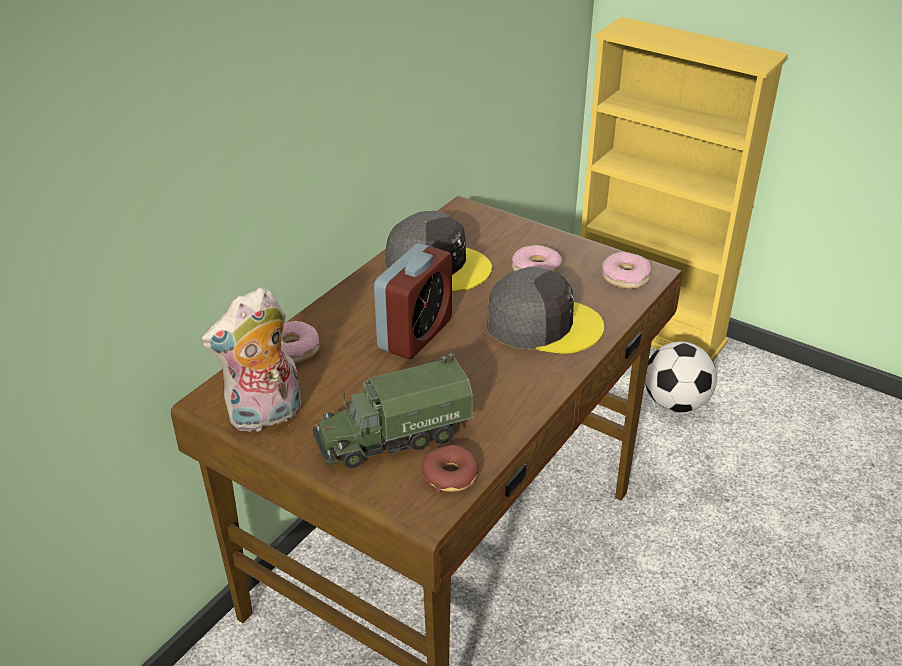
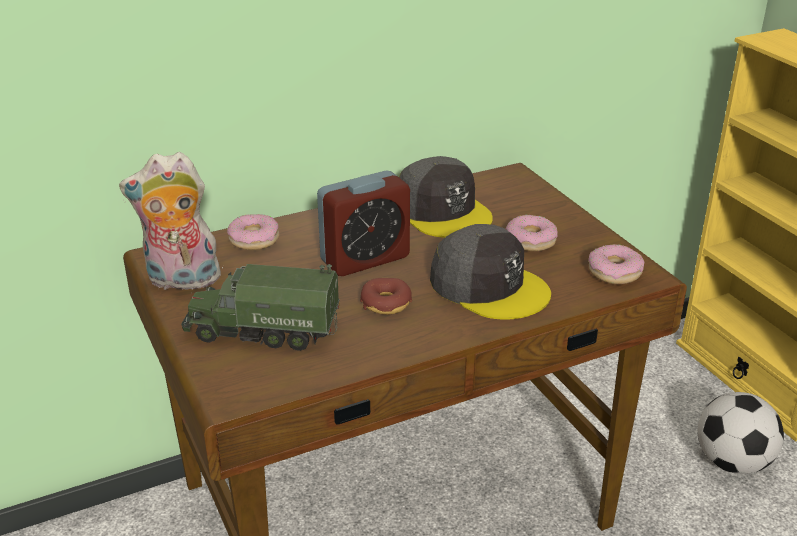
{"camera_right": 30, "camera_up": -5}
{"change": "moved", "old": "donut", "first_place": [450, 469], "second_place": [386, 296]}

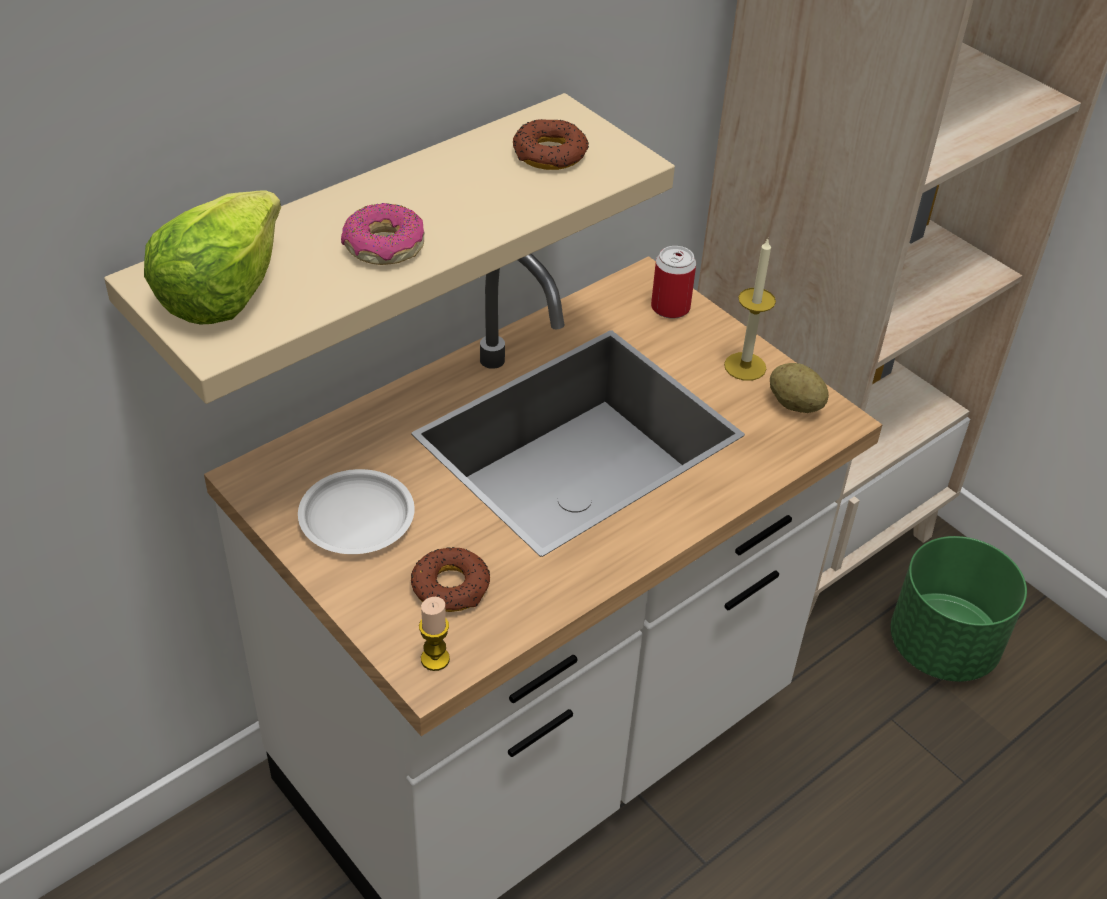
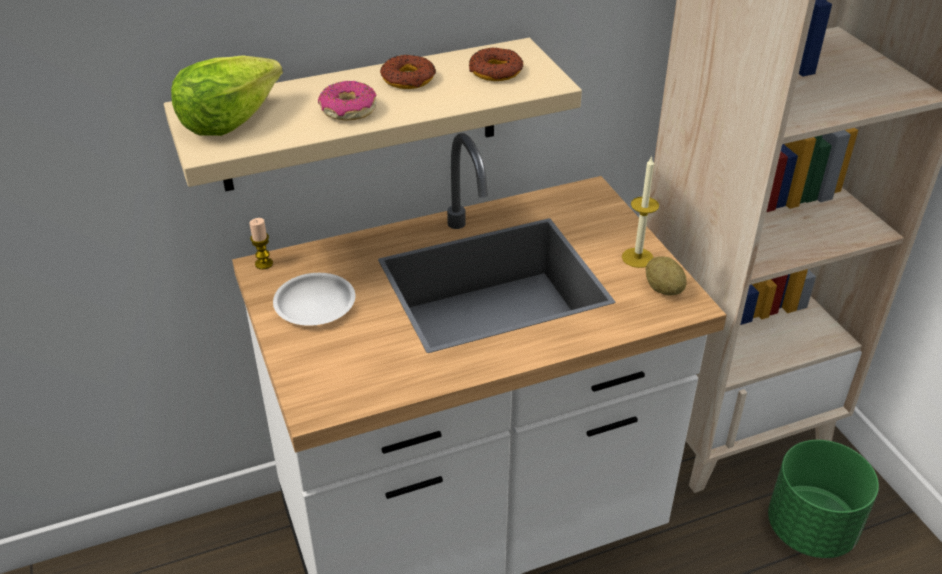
{"camera_right": 20, "camera_up": -5}
{"change": "moved", "old": "donut", "first_place": [450, 579], "second_place": [408, 72]}
{"change": "moved", "old": "candle", "first_place": [434, 634], "second_place": [261, 244]}
{"change": "removed", "old": "can", "first_place": [673, 282]}

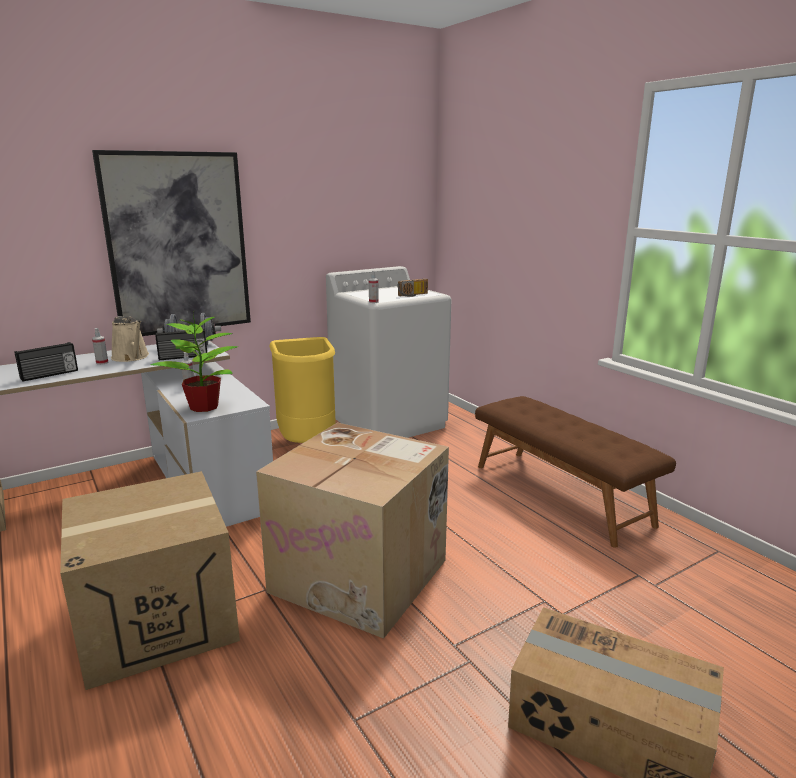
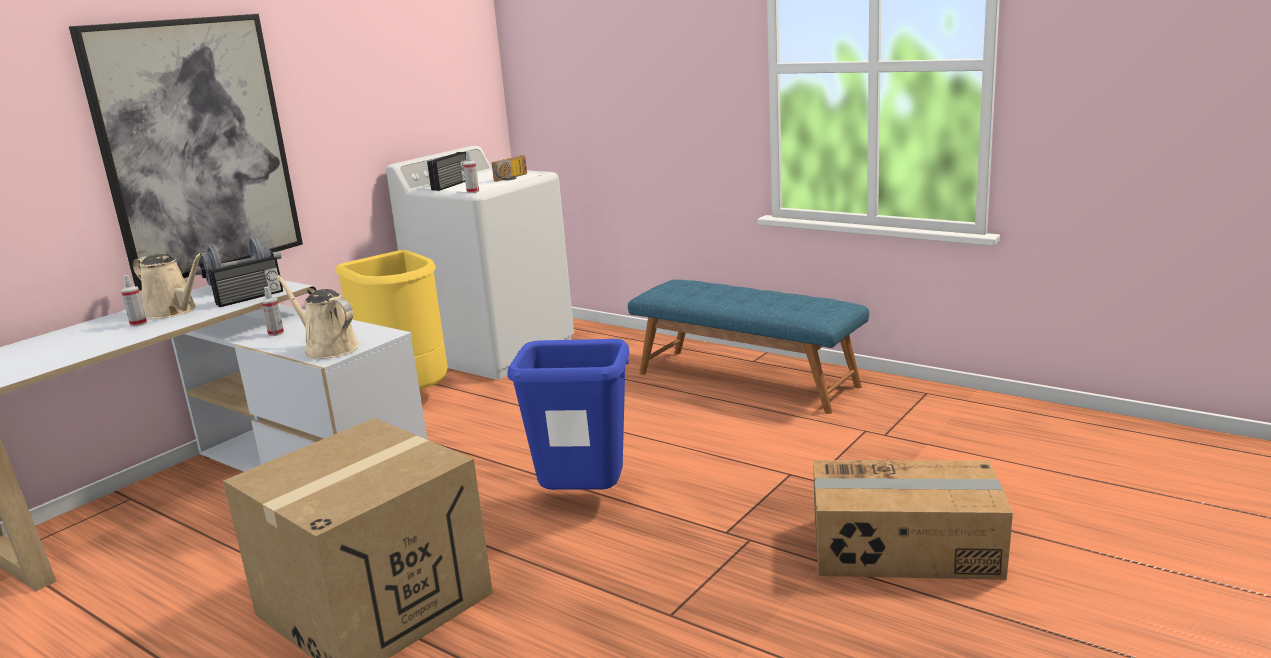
{"camera_right": -20, "camera_up": 0}
{"change": "moved", "old": "radio", "first_place": [46, 361], "second_place": [446, 171]}
{"change": "replaced", "old": "potted plant", "new": "watering can (beige)", "first_place": [194, 362], "second_place": [317, 316]}
{"change": "replaced", "old": "cardboard box", "new": "trash can (blue)", "first_place": [352, 530], "second_place": [568, 414]}
{"change": "recoloured", "old": "bench (brown)", "new": "bench (blue)", "first_place": [575, 472], "second_place": [748, 347]}

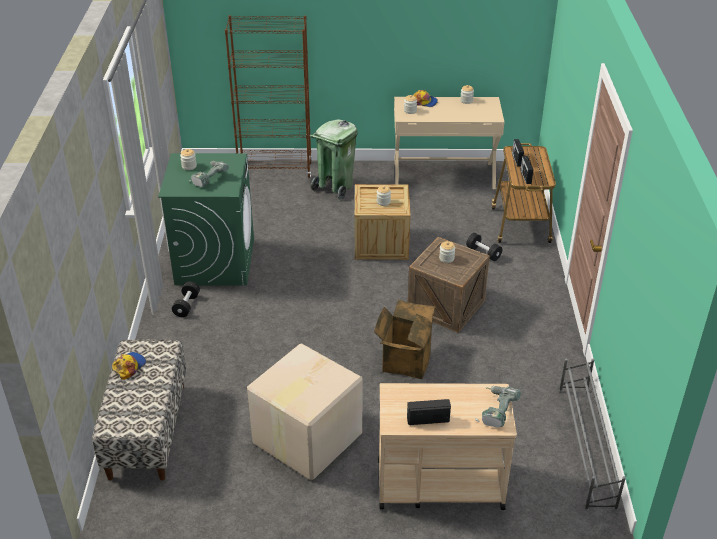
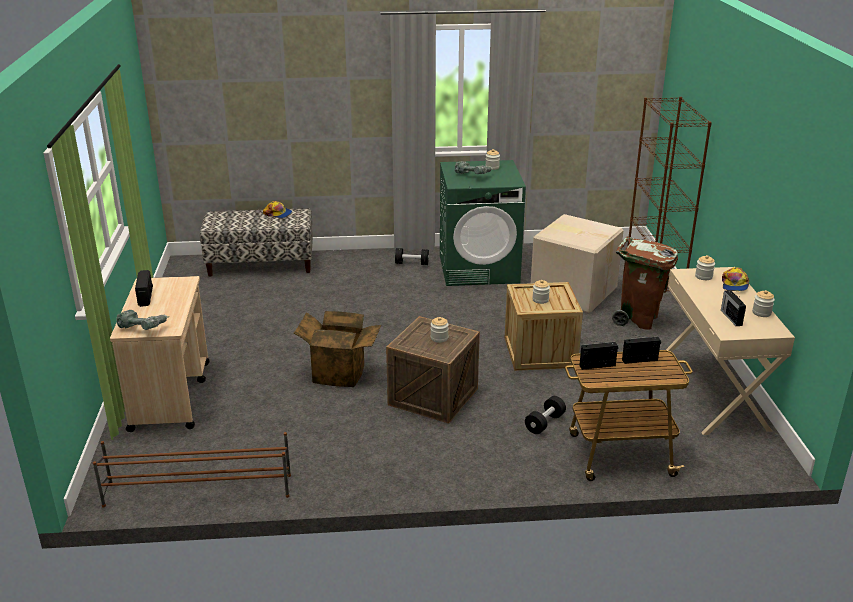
{"camera_right": 85, "camera_up": -10}
{"change": "moved", "old": "cardboard box", "first_place": [304, 412], "second_place": [577, 263]}
{"change": "recoloured", "old": "trash can (green)", "new": "trash can (brown)", "first_place": [334, 160], "second_place": [645, 283]}
{"change": "recoloured", "old": "shoe rack (grey)", "new": "shoe rack (brown)", "first_place": [592, 435], "second_place": [192, 470]}
{"change": "added", "new": "radio", "second_place": [733, 308]}

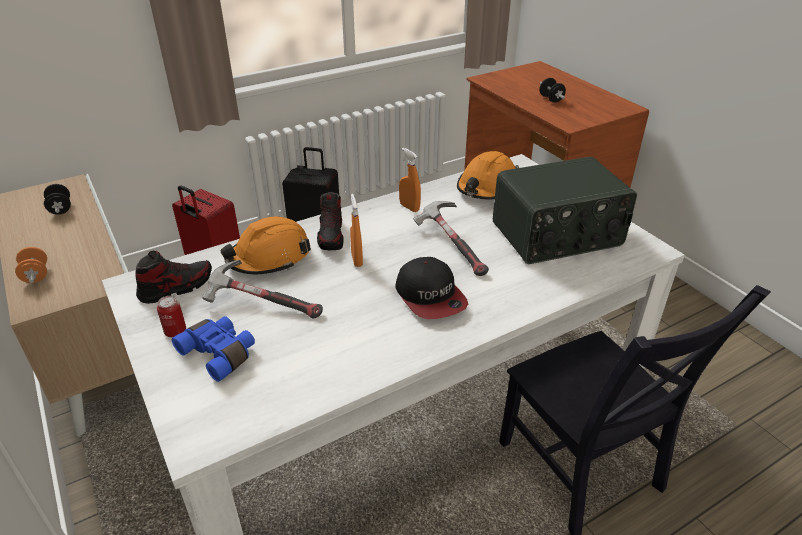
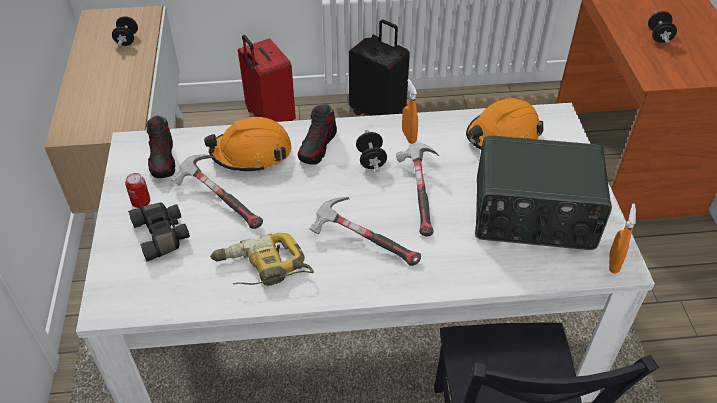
{"camera_right": 25, "camera_up": 10}
{"change": "removed", "old": "dumbbell (orange)", "first_place": [31, 265]}
{"change": "turned", "old": "shoe", "first_place": [173, 277], "second_place": [160, 147], "degrees": 90}
{"change": "recoloured", "old": "binoculars (blue)", "new": "binoculars (black)", "first_place": [213, 349], "second_place": [159, 232]}
{"change": "moved", "old": "spray bottle (orange)", "first_place": [356, 230], "second_place": [622, 239]}
{"change": "replaced", "old": "cap", "new": "hammer", "first_place": [431, 288], "second_place": [365, 231]}
{"change": "added", "new": "power drill", "second_place": [262, 259]}
{"change": "added", "new": "dumbbell (black)", "second_place": [371, 151]}

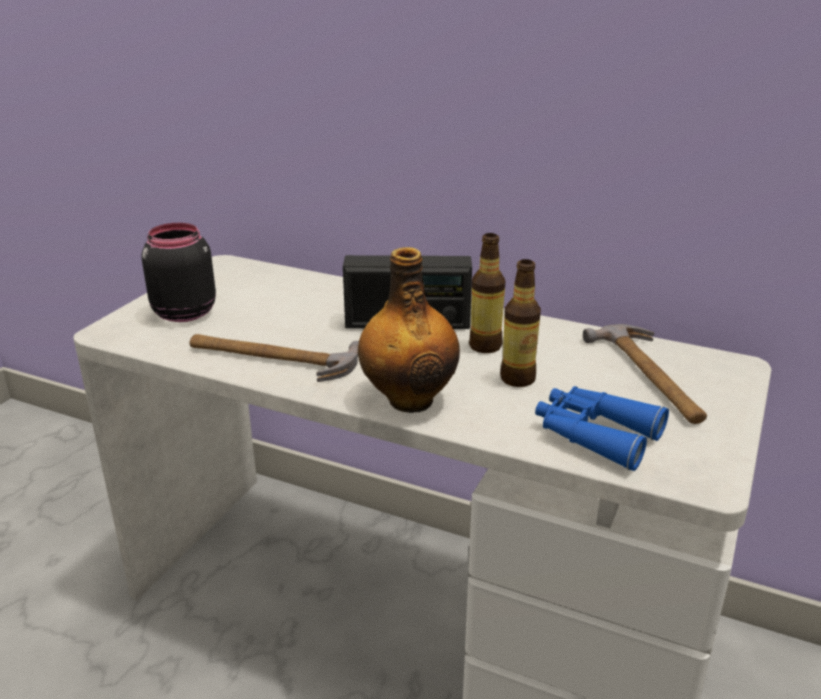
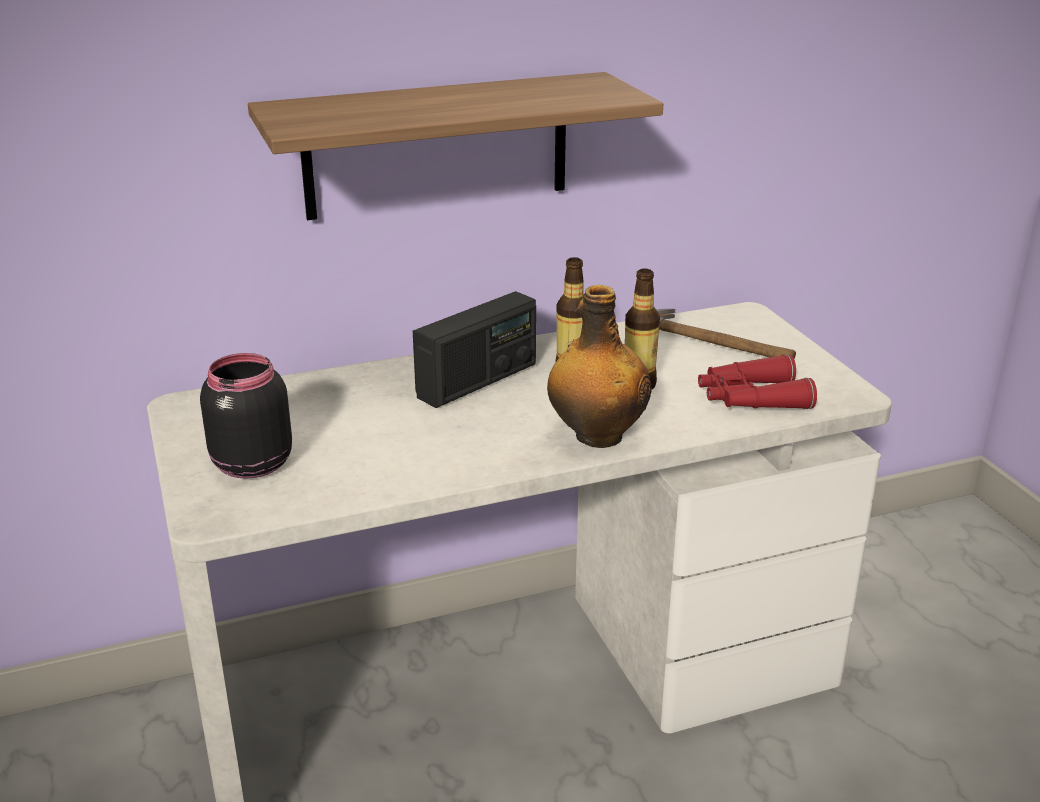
{"camera_right": -45, "camera_up": 0}
{"change": "removed", "old": "hammer", "first_place": [274, 358]}
{"change": "recoloured", "old": "binoculars (blue)", "new": "binoculars (red)", "first_place": [602, 428], "second_place": [757, 381]}
{"change": "added", "new": "shelf", "second_place": [455, 146]}

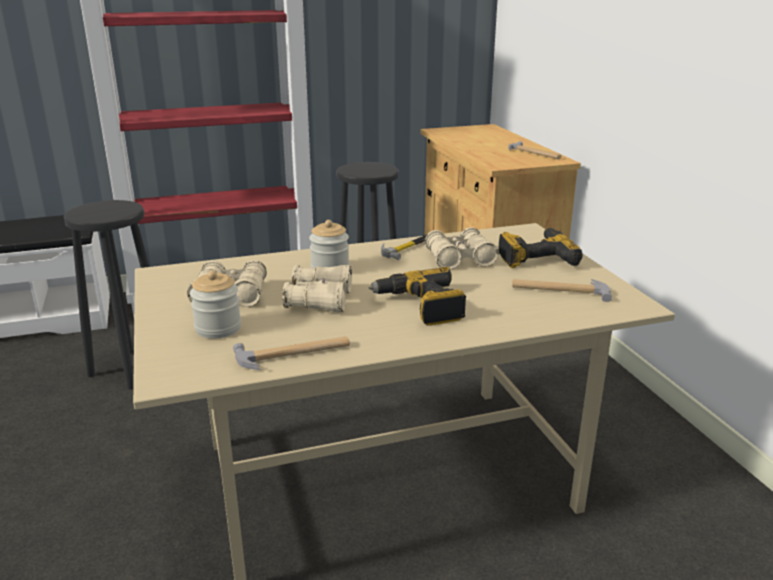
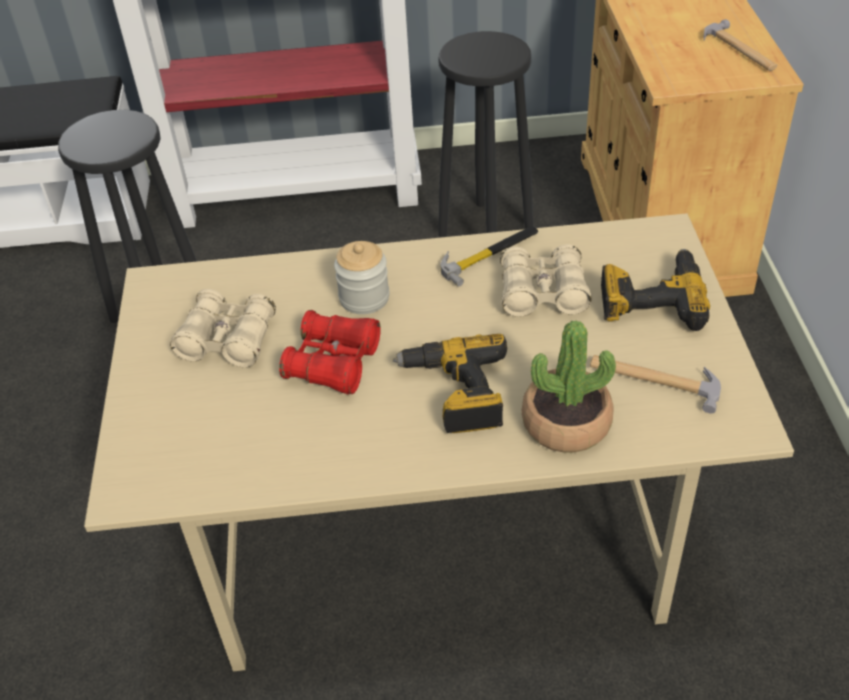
{"camera_right": 15, "camera_up": 20}
{"change": "removed", "old": "jar", "first_place": [215, 305]}
{"change": "removed", "old": "hammer", "first_place": [291, 353]}
{"change": "recoloured", "old": "binoculars (beige)", "new": "binoculars (red)", "first_place": [317, 288], "second_place": [330, 352]}
{"change": "added", "new": "potted plant", "second_place": [569, 386]}

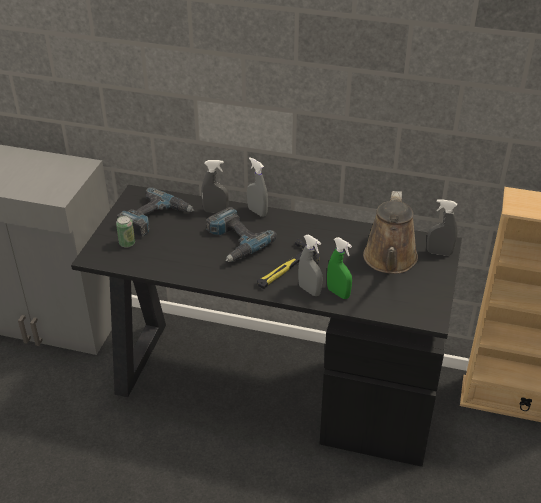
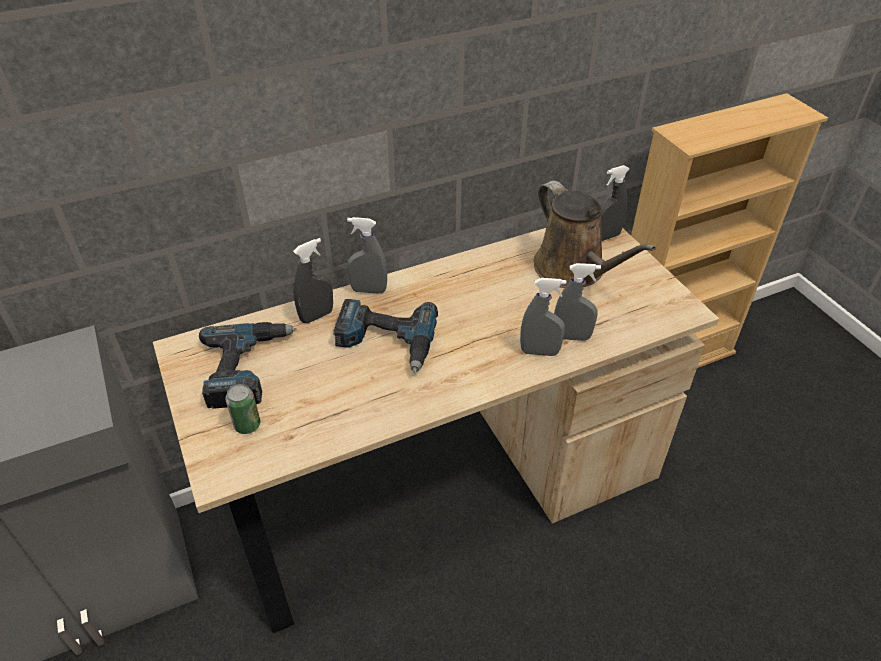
{"camera_right": -40, "camera_up": 5}
{"change": "recoloured", "old": "desk (black)", "new": "desk (beige)", "first_place": [266, 326], "second_place": [436, 430]}
{"change": "removed", "old": "hammer", "first_place": [288, 264]}
{"change": "recoloured", "old": "spray bottle (green)", "new": "spray bottle (grey)", "first_place": [339, 268], "second_place": [577, 302]}

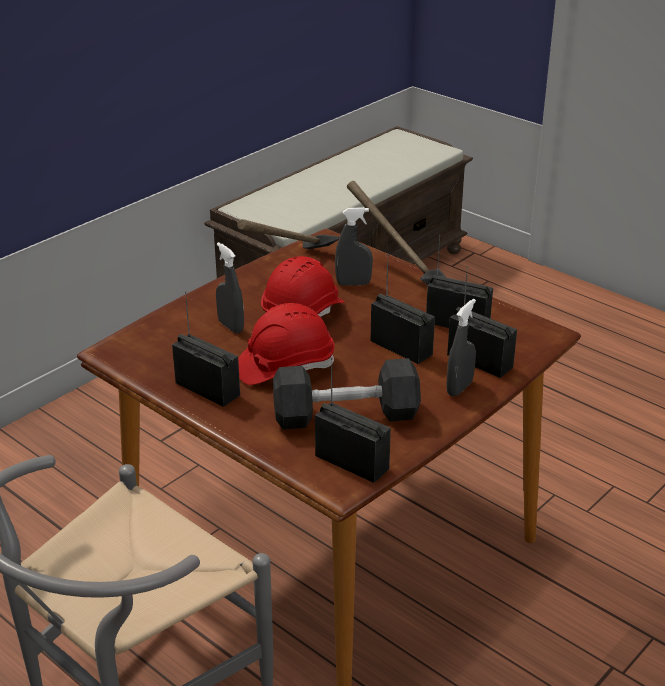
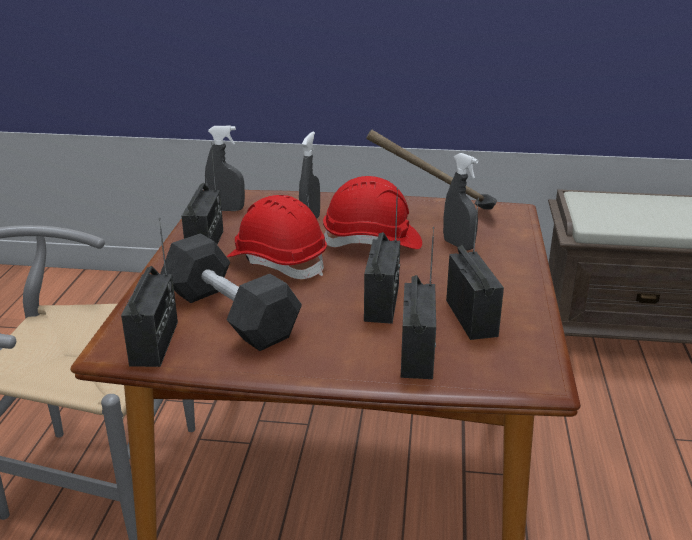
{"camera_right": 55, "camera_up": -5}
{"change": "removed", "old": "hammer", "first_place": [396, 233]}
{"change": "moved", "old": "spray bottle (grey)", "first_place": [461, 348], "second_place": [225, 168]}

